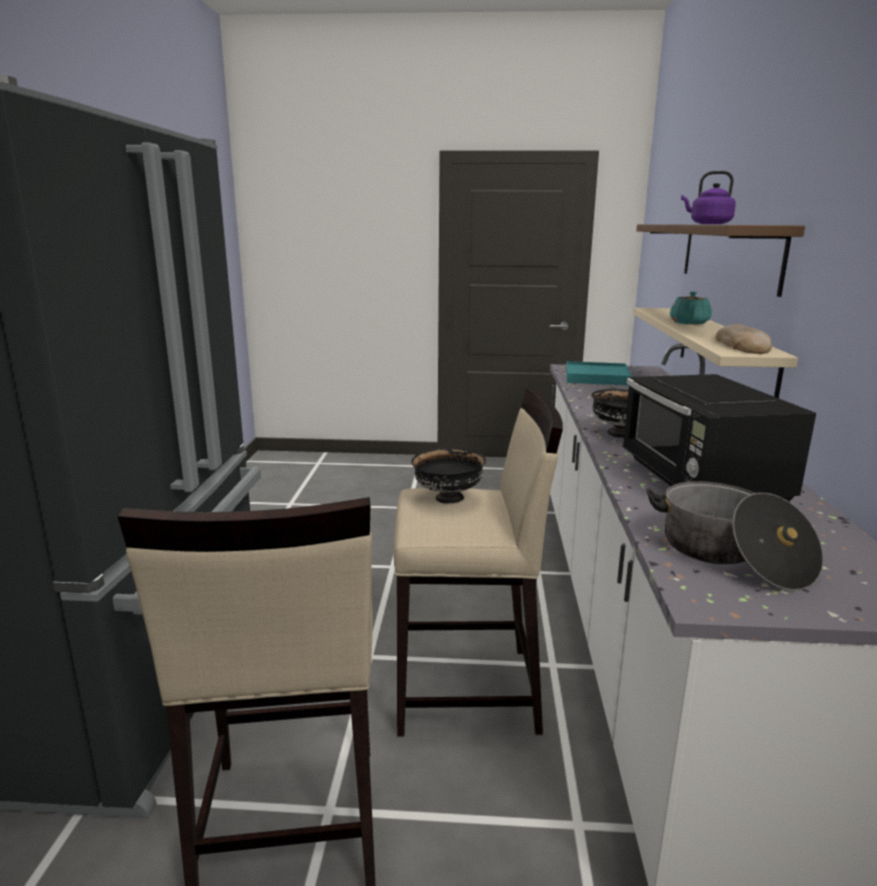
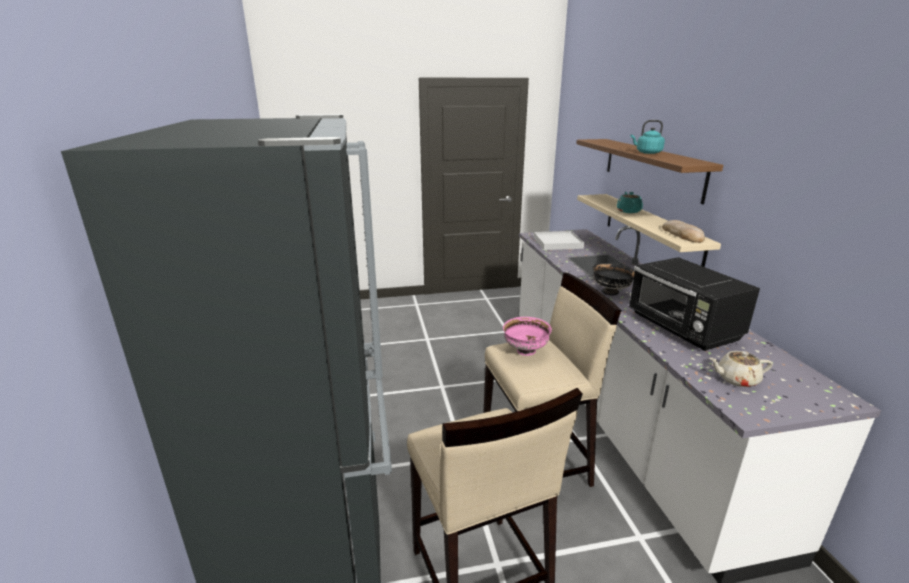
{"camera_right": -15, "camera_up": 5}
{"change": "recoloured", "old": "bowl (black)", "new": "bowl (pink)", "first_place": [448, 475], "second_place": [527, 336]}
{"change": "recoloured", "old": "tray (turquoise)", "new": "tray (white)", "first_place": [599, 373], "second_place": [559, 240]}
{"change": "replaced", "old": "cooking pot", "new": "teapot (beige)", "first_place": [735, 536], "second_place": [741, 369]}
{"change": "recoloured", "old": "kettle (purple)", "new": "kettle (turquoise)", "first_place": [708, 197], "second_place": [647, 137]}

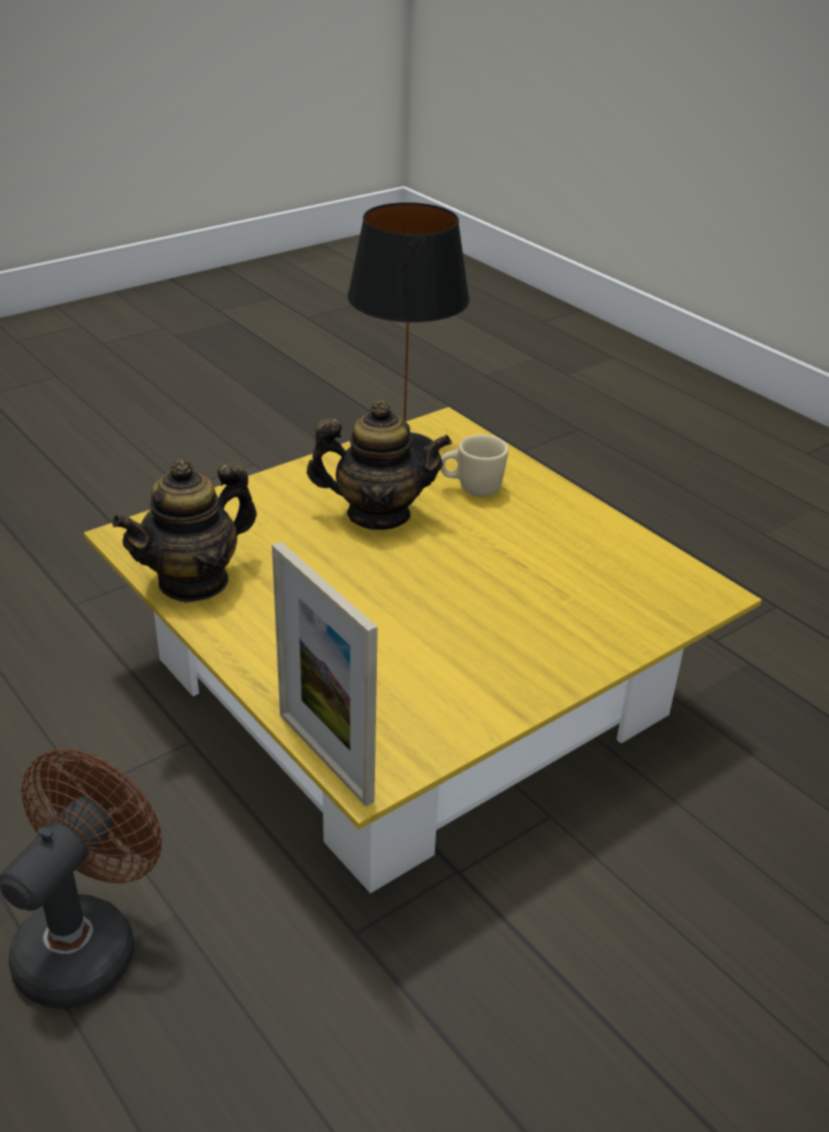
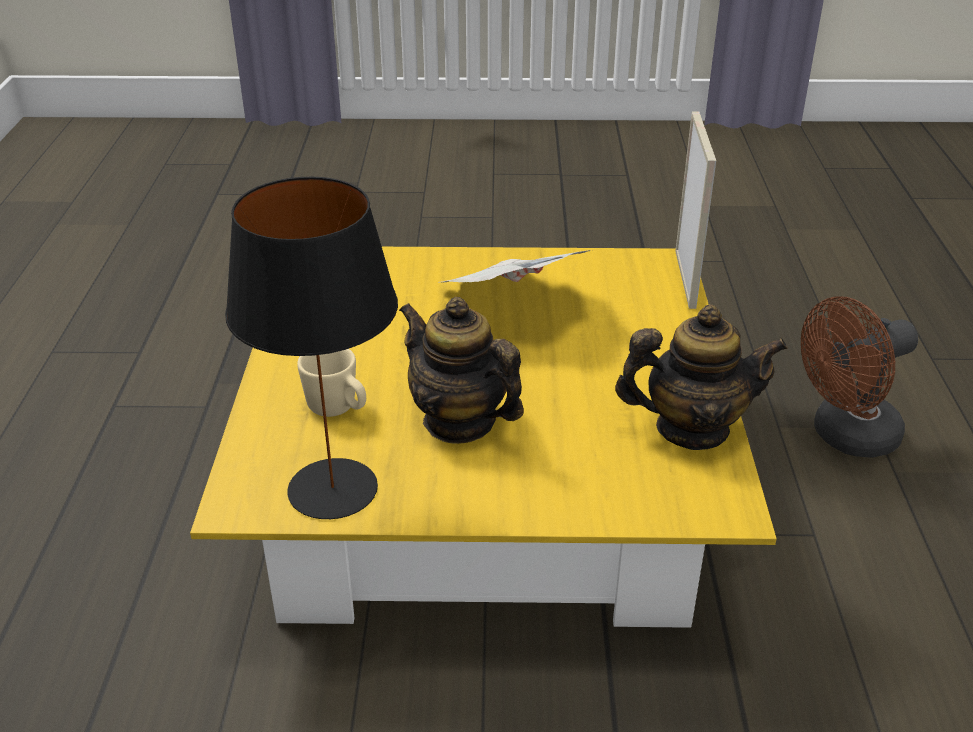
{"camera_right": -140, "camera_up": 0}
{"change": "added", "new": "newspaper", "second_place": [515, 266]}

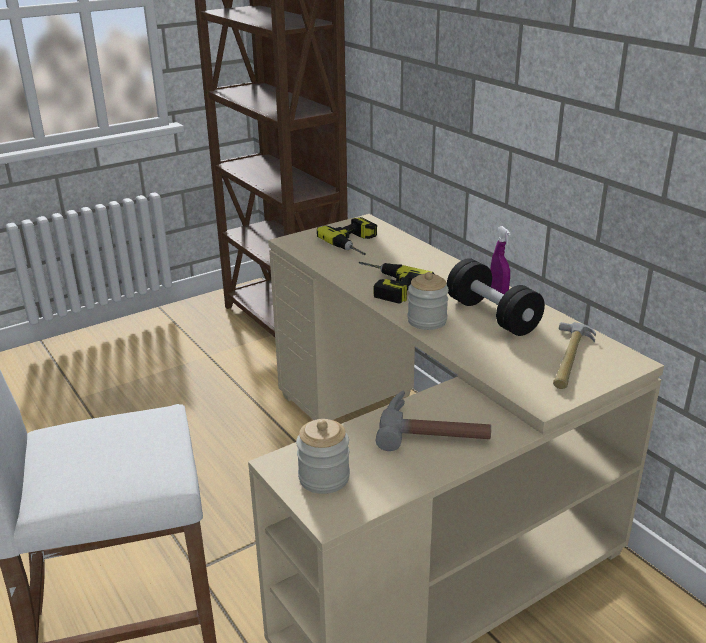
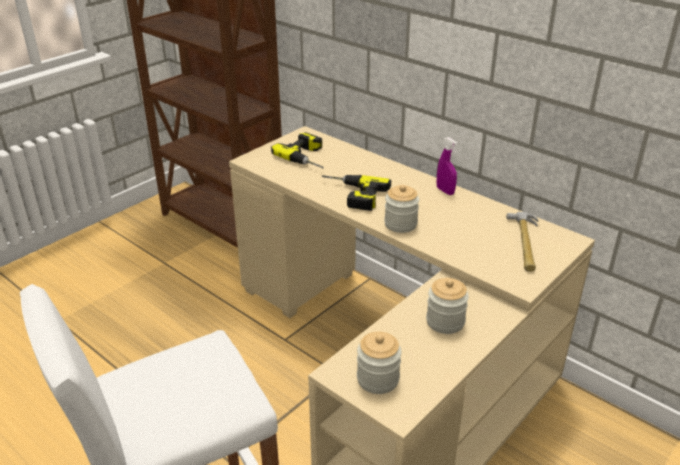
{"camera_right": -15, "camera_up": 5}
{"change": "replaced", "old": "hammer", "new": "jar", "first_place": [433, 421], "second_place": [447, 306]}
{"change": "removed", "old": "dumbbell (black)", "first_place": [496, 297]}

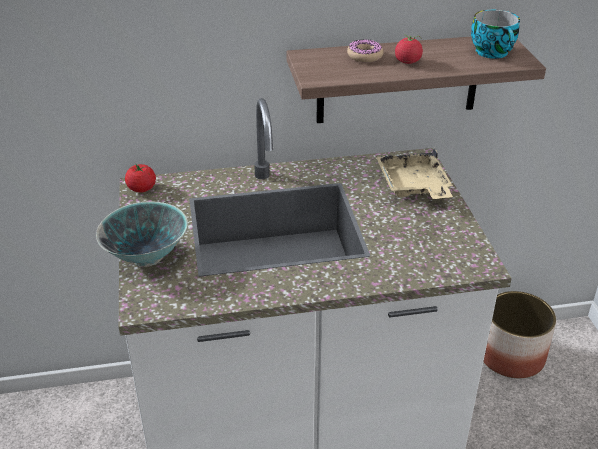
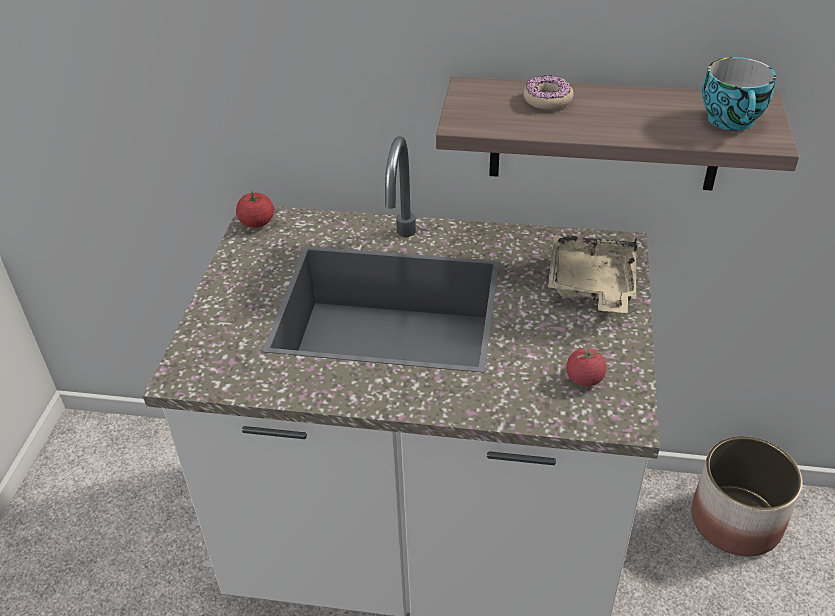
{"camera_right": 20, "camera_up": 5}
{"change": "removed", "old": "bowl", "first_place": [142, 234]}
{"change": "moved", "old": "tomato", "first_place": [409, 49], "second_place": [586, 365]}

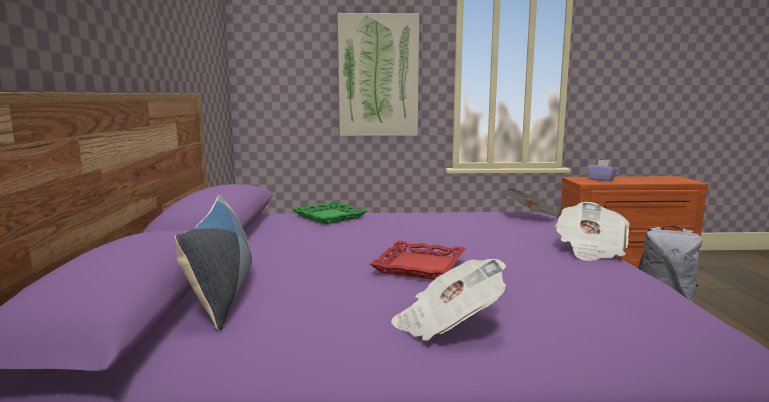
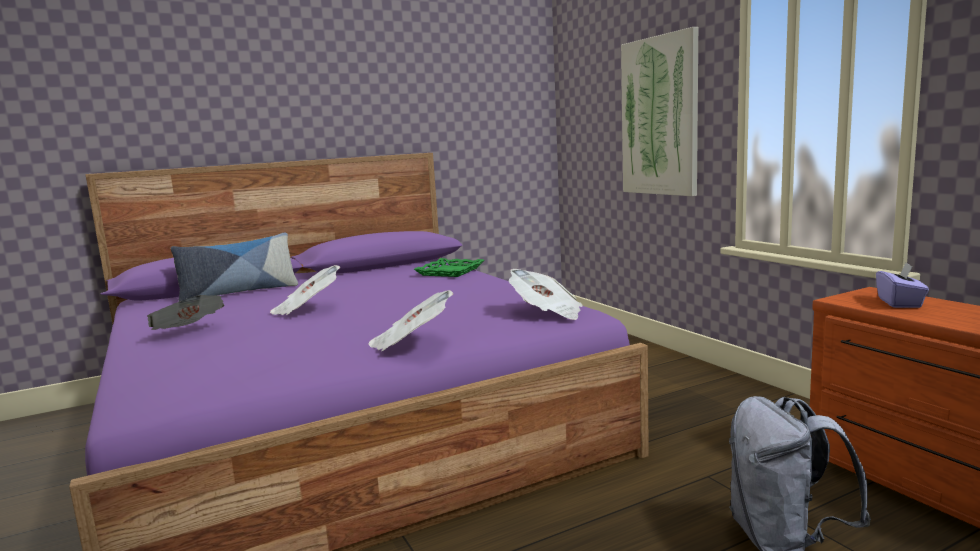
{"camera_right": 65, "camera_up": 0}
{"change": "replaced", "old": "tray (red)", "new": "newspaper", "first_place": [418, 260], "second_place": [305, 290]}

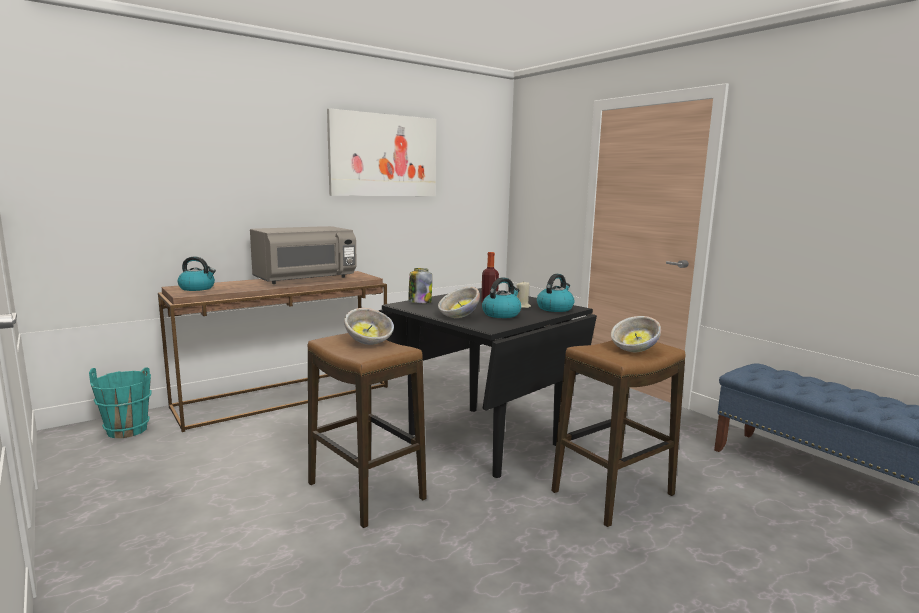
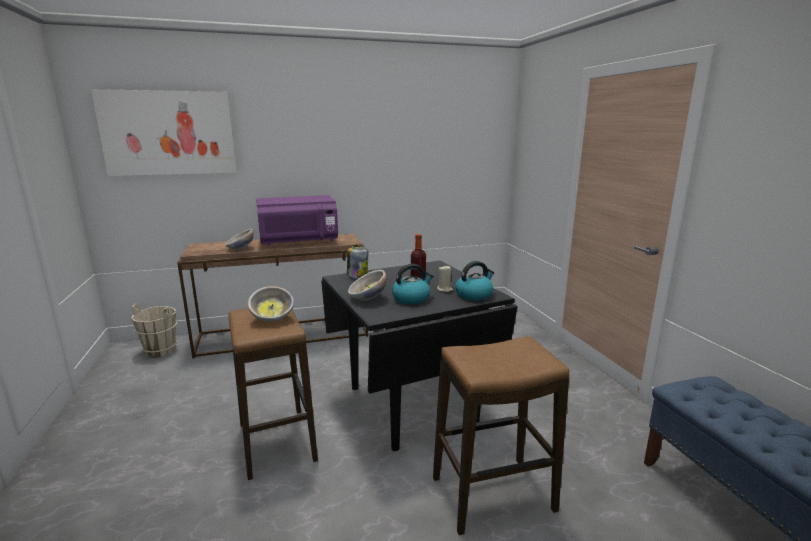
{"camera_right": 20, "camera_up": 5}
{"change": "recoloured", "old": "bucket (turquoise)", "new": "bucket (beige)", "first_place": [120, 402], "second_place": [154, 331]}
{"change": "removed", "old": "kettle", "first_place": [197, 273]}
{"change": "recoloured", "old": "microwave (grey)", "new": "microwave (purple)", "first_place": [303, 255], "second_place": [297, 220]}
{"change": "moved", "old": "picture", "first_place": [381, 152], "second_place": [163, 132]}
{"change": "moved", "old": "bowl", "first_place": [636, 334], "second_place": [239, 239]}

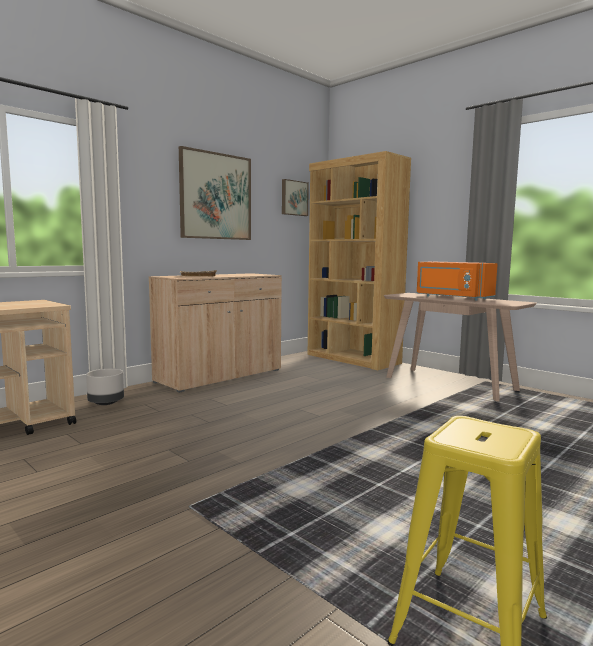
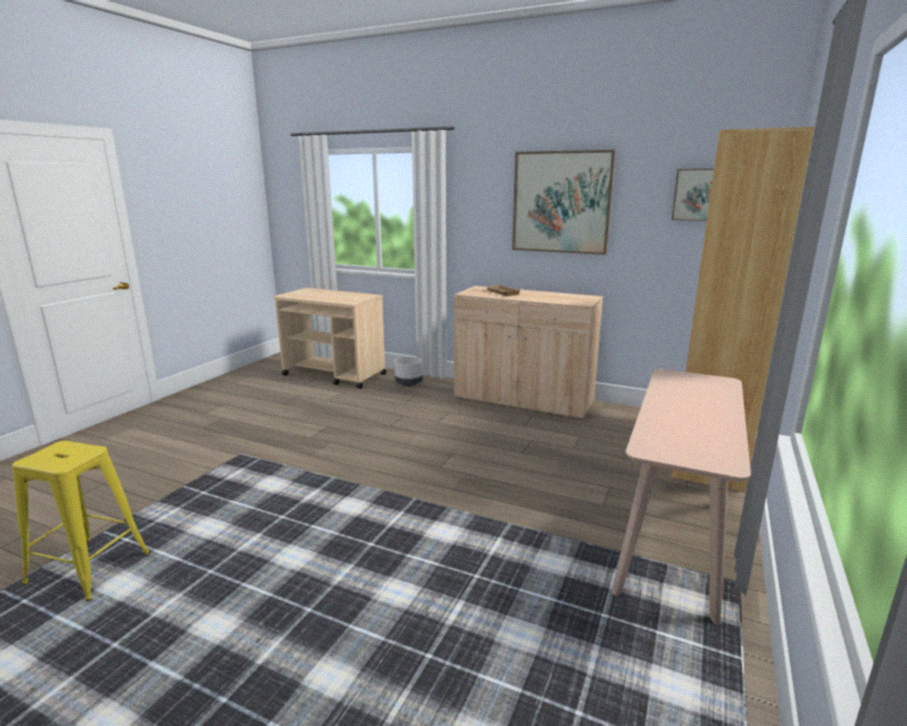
{"camera_right": 70, "camera_up": 10}
{"change": "removed", "old": "microwave (orange)", "first_place": [457, 281]}

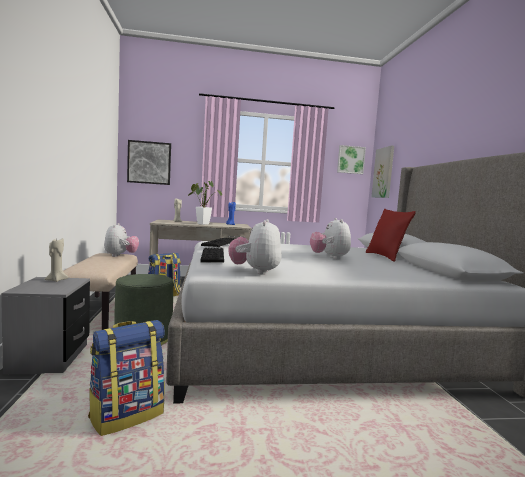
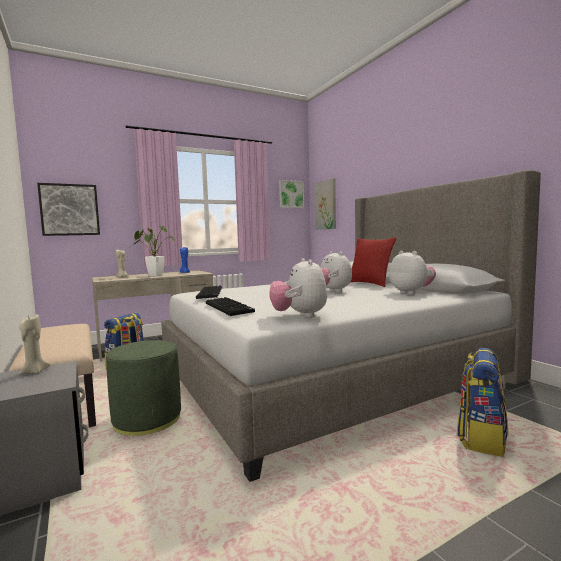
{"camera_right": -20, "camera_up": 0}
{"change": "moved", "old": "backpack", "first_place": [126, 378], "second_place": [482, 402]}
{"change": "moved", "old": "plush toy", "first_place": [121, 240], "second_place": [412, 273]}

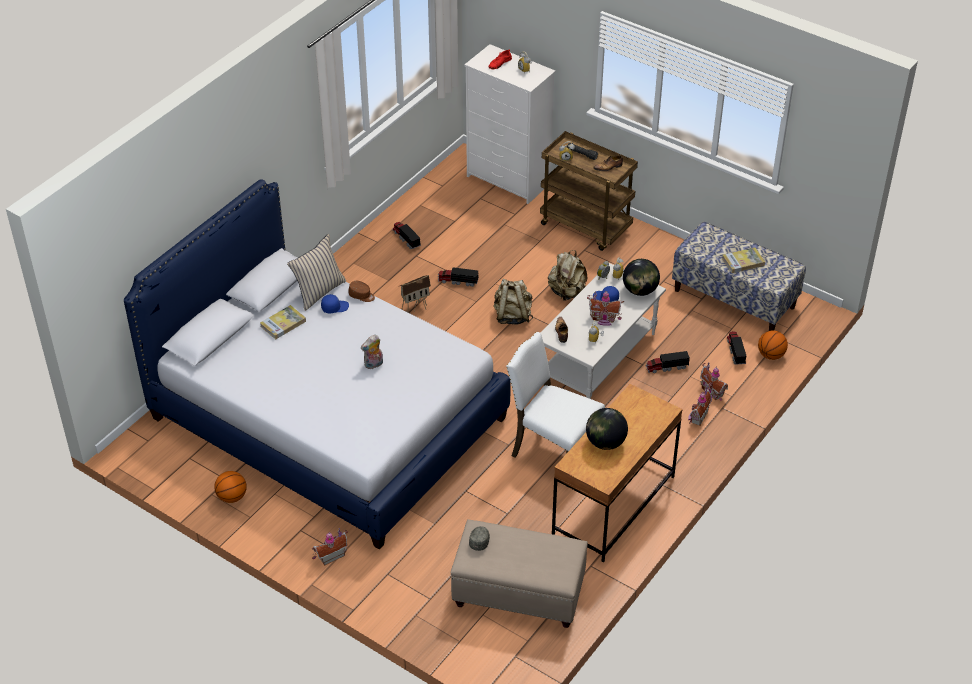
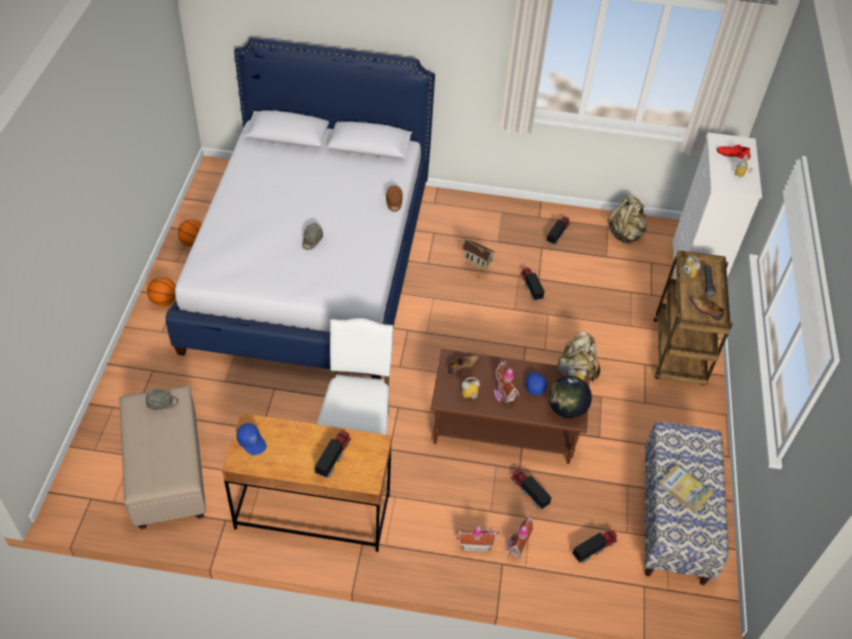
{"camera_right": 60, "camera_up": 5}
{"change": "removed", "old": "book", "first_place": [283, 322]}
{"change": "removed", "old": "pillow (beige)", "first_place": [316, 272]}
{"change": "removed", "old": "toy house", "first_place": [330, 547]}
{"change": "moved", "old": "cap (blue)", "first_place": [335, 303], "second_place": [252, 439]}
{"change": "replaced", "old": "plush toy", "new": "cap (grey)", "first_place": [372, 351], "second_place": [312, 236]}
{"change": "moved", "old": "backpack (beige)", "first_place": [513, 302], "second_place": [627, 219]}
{"change": "recoloured", "old": "coffee table (white)", "new": "coffee table (brown)", "first_place": [603, 331], "second_place": [510, 406]}
{"change": "removed", "old": "globe", "first_place": [607, 429]}
{"change": "moved", "old": "basketball", "first_place": [773, 345], "second_place": [161, 291]}
{"change": "added", "new": "toy truck", "second_place": [333, 454]}

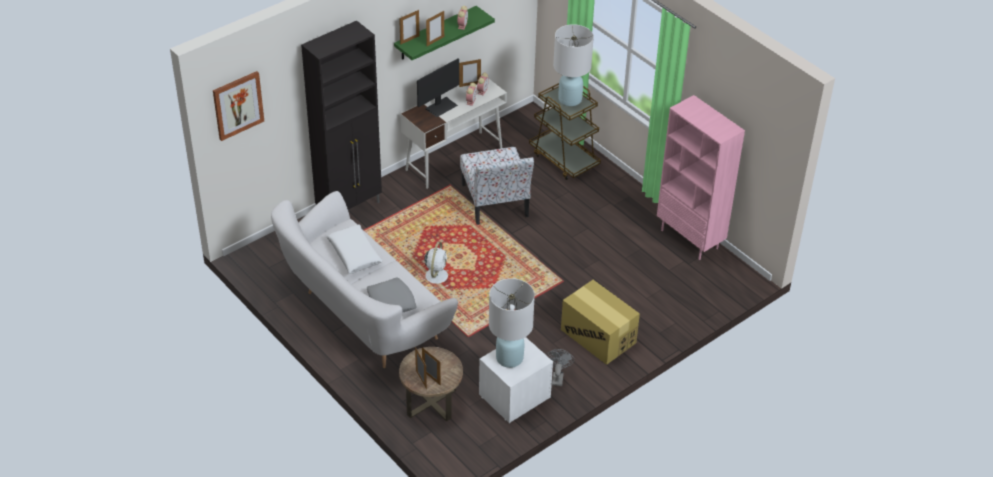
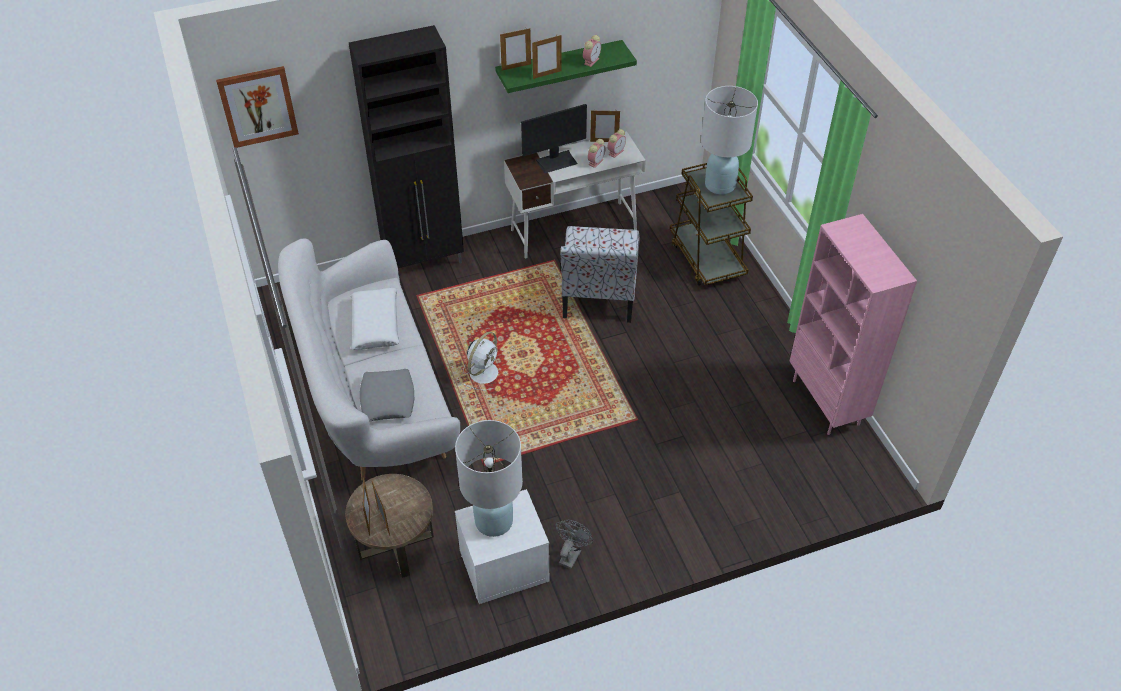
{"camera_right": 20, "camera_up": 5}
{"change": "removed", "old": "cardboard box", "first_place": [600, 322]}

